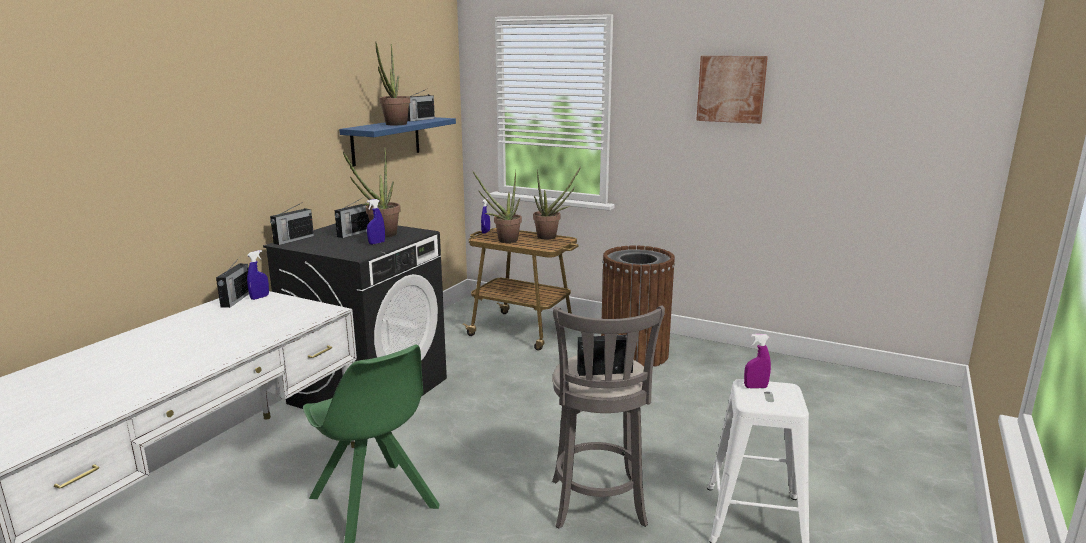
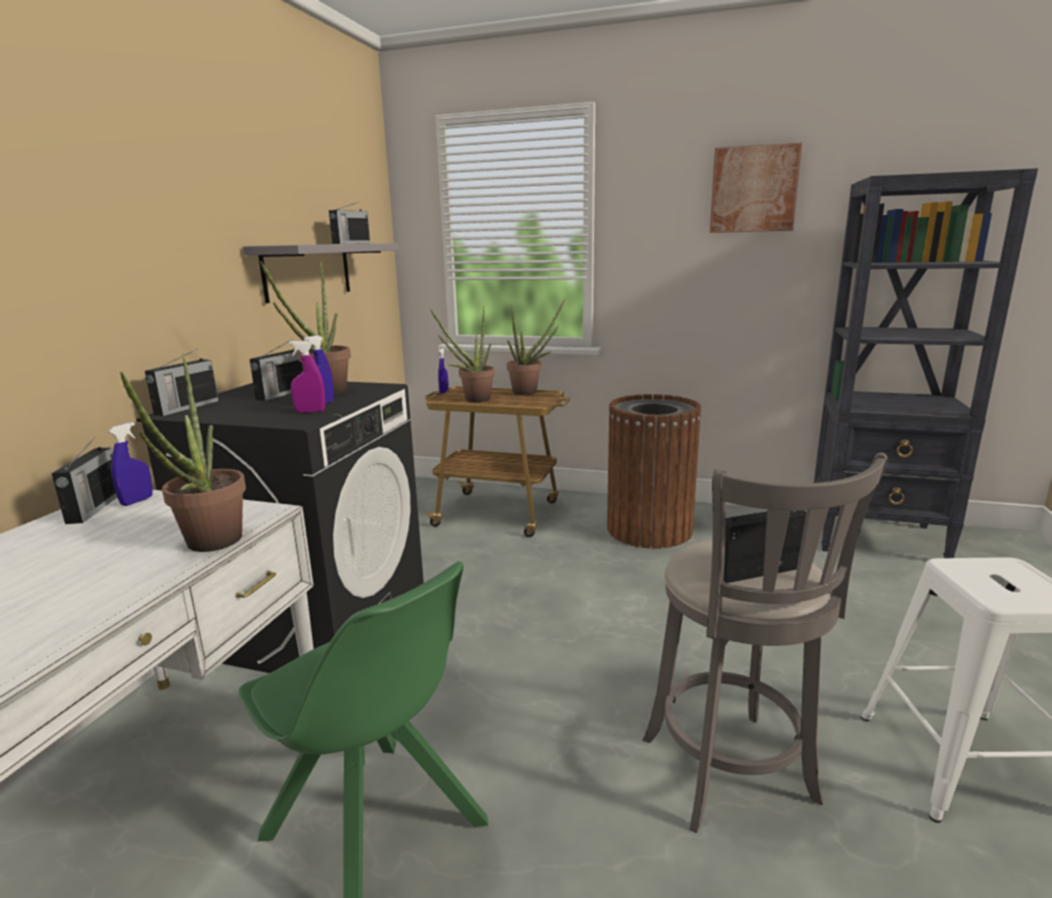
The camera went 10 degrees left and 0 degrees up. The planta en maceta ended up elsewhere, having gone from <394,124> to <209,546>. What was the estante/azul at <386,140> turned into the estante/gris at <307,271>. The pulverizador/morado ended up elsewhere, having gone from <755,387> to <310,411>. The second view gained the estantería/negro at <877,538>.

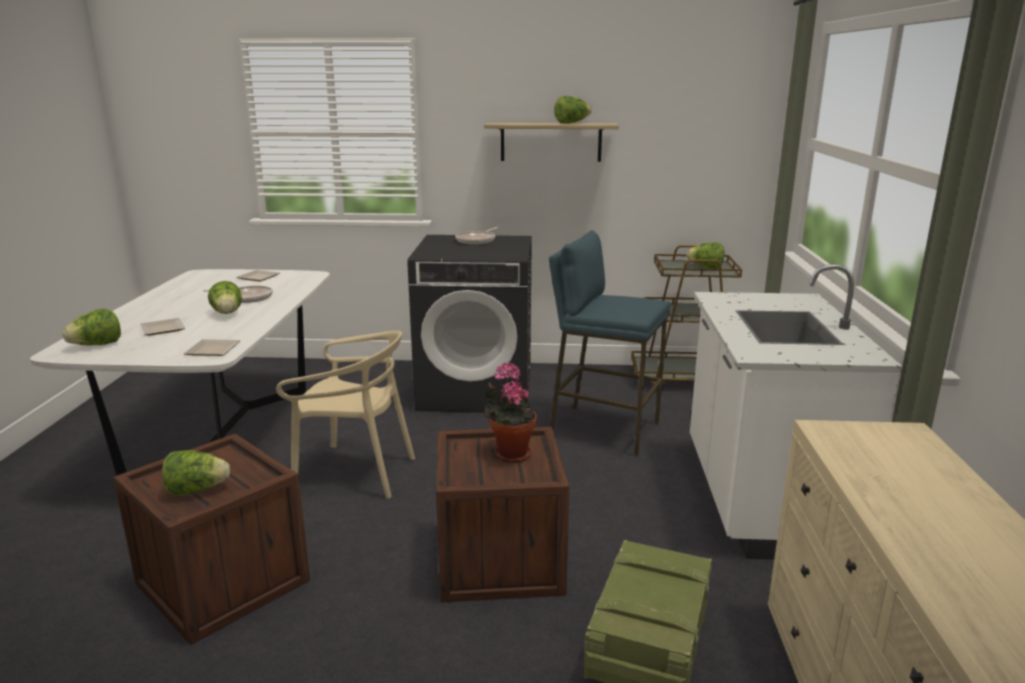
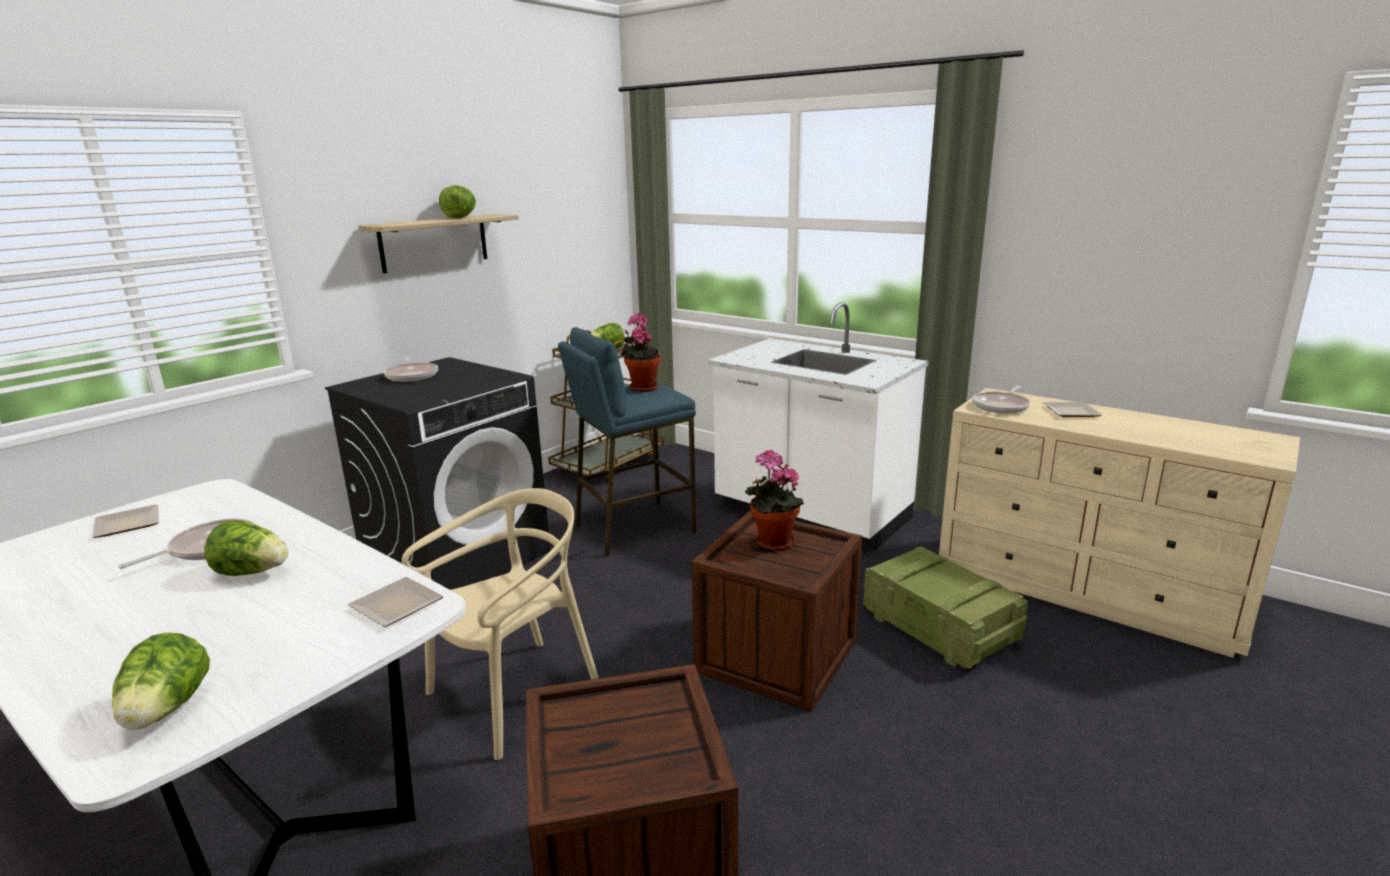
The camera went 55 degrees left and 0 degrees up. The second view gained the planta en maceta at <642,387>. The second view gained the sartén at <1001,406>. The plato ended up elsewhere, having gone from <164,328> to <1069,412>. The second view lost the lechuga at <197,490>.

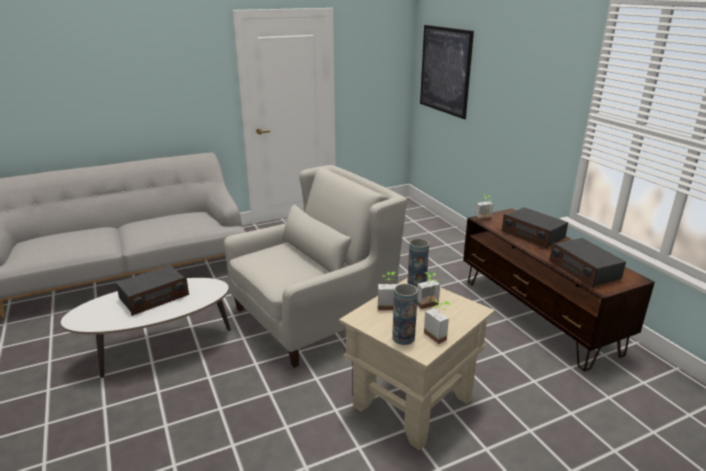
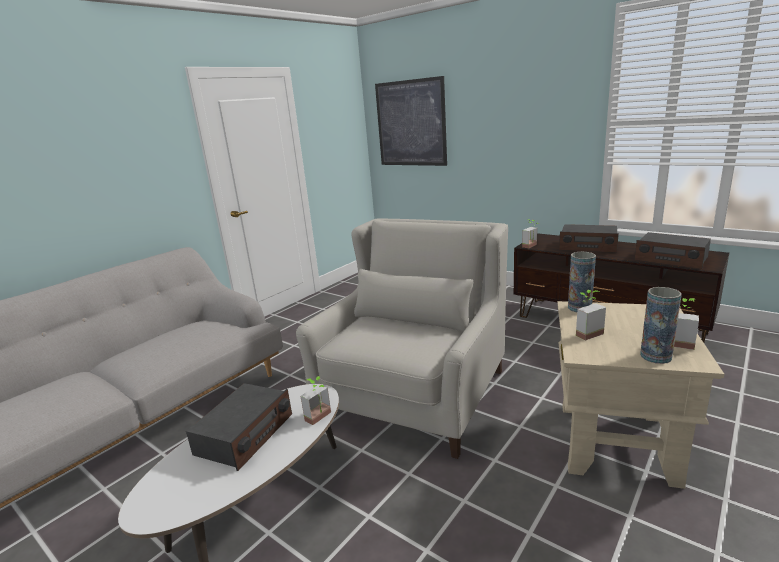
The camera went 25 degrees left and 5 degrees down. The planta en maceta ended up elsewhere, having gone from <429,306> to <321,418>.

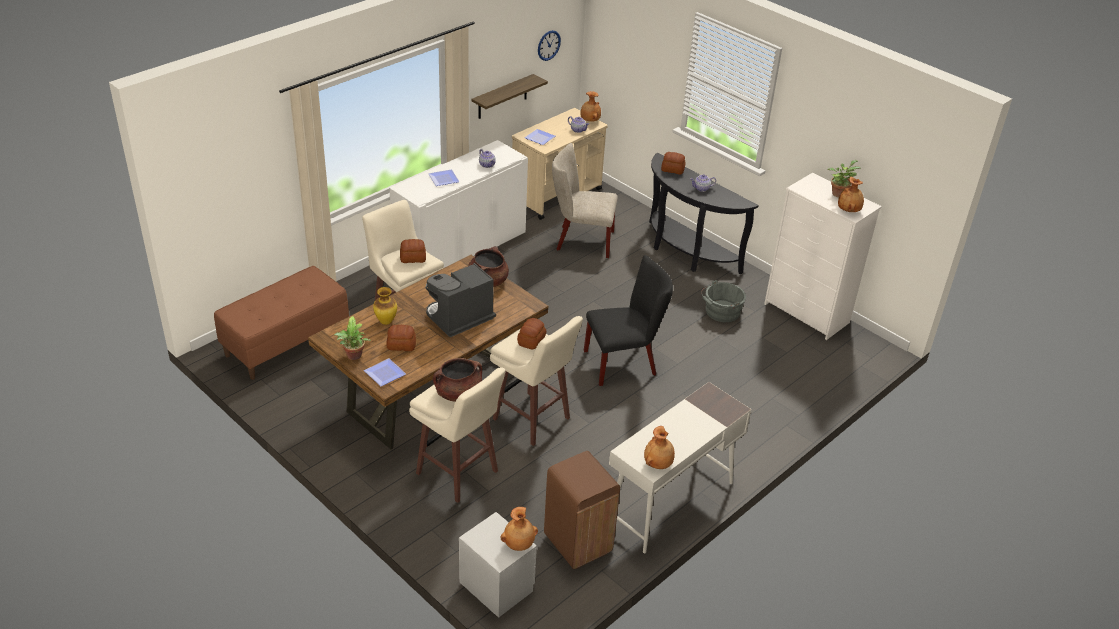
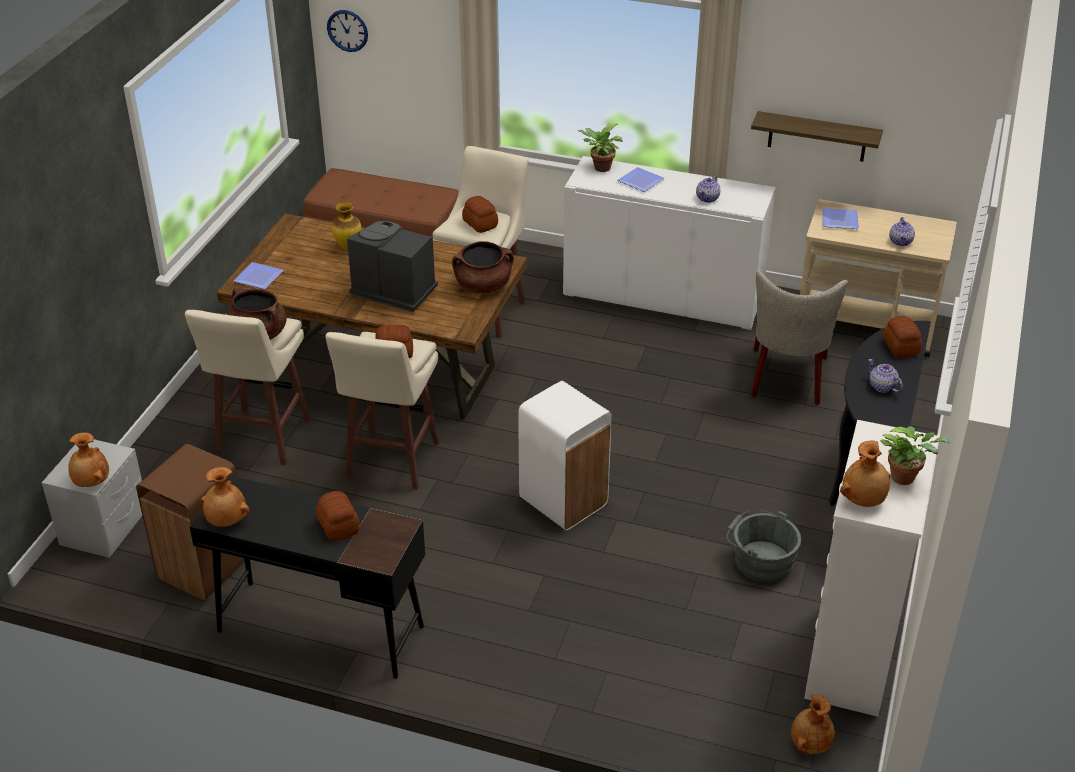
The camera went 65 degrees right and 0 degrees up. What was the escritorio/blanco at <670,503> turned into the escritorio/negro at <319,628>. The pan ended up elsewhere, having gone from <401,345> to <338,525>. The reloj de pared ended up elsewhere, having gone from <548,45> to <347,30>. Where the silla/negro stood at <624,362>, the papelera/blanco came to stand at <563,502>. The planta en maceta ended up elsewhere, having gone from <354,357> to <600,168>. The silla/beis at <581,240> ended up facing another way, 150 degrees counterclockwise from before. The florero/marrón ended up elsewhere, having gone from <589,121> to <809,743>.

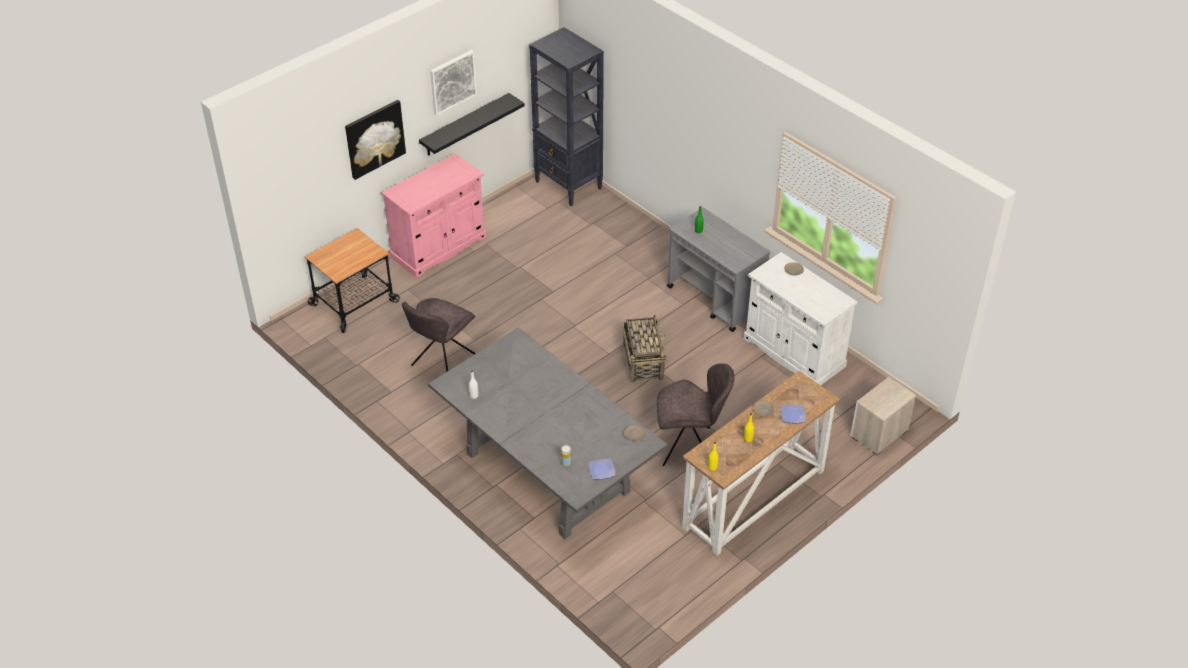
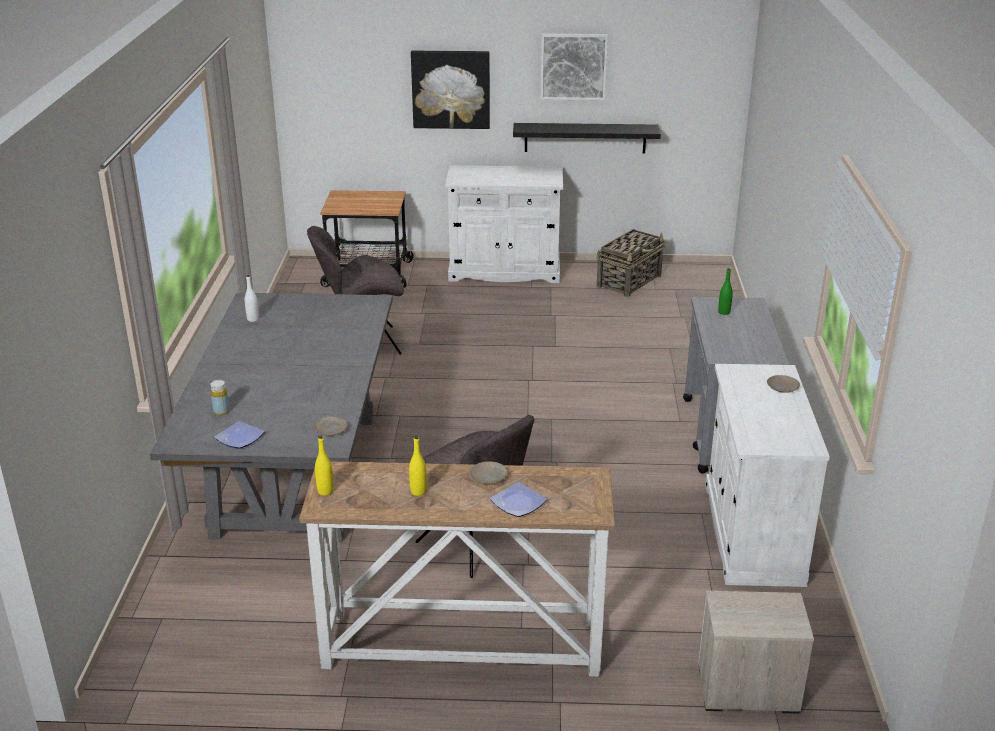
The camera went 45 degrees right and 15 degrees down. What was the armario/rosa at <438,247> turned into the armario/blanco at <504,271>. The cesta ended up elsewhere, having gone from <643,361> to <629,281>. The second view lost the estantería/negro at <568,185>.

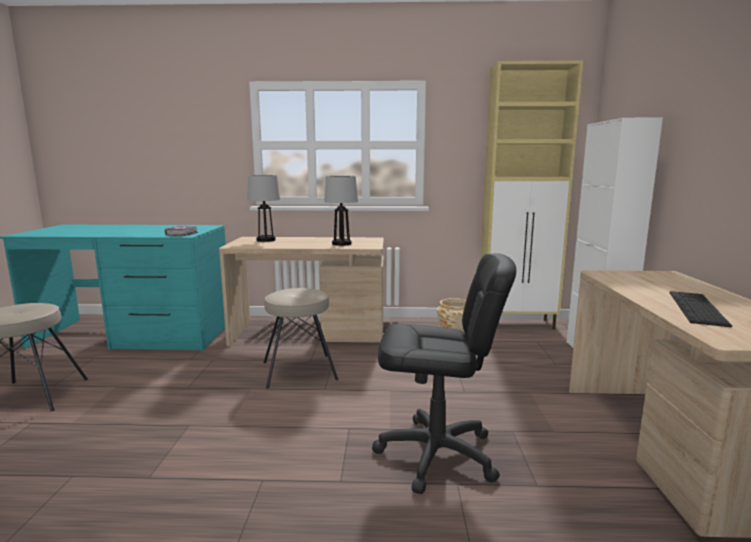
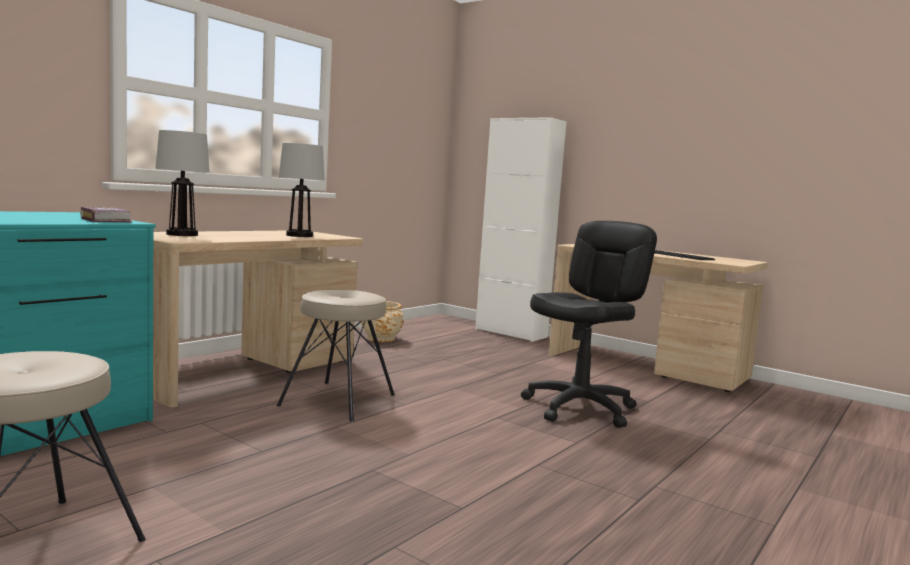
The camera went 55 degrees left and 5 degrees down. The second view lost the armario/beis at <517,324>.

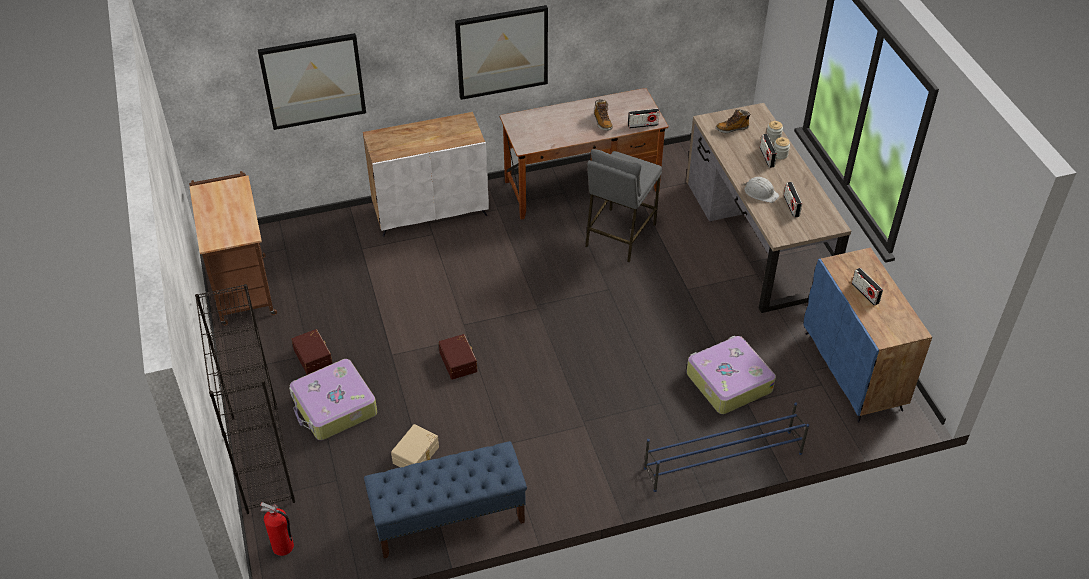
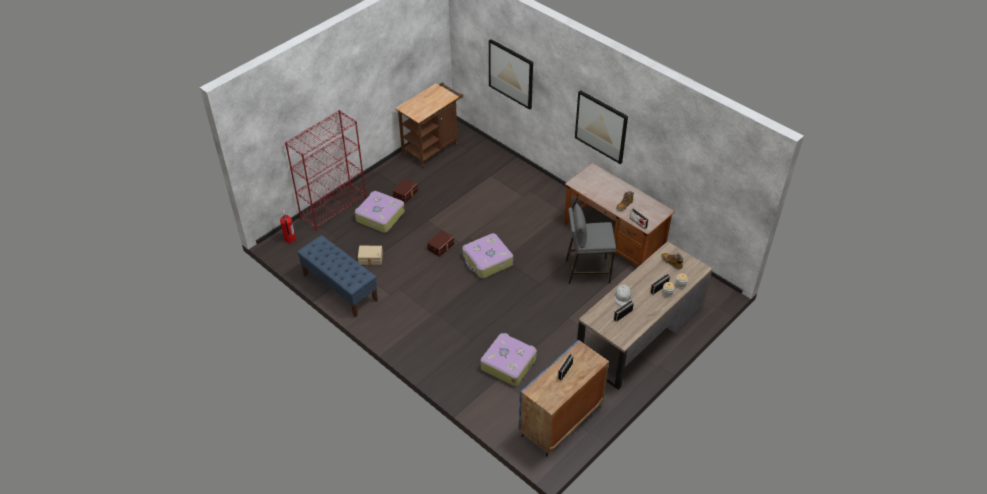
The camera went 60 degrees right and 0 degrees up. What was the estantería/negro at <262,458> turned into the estantería/rojo at <333,207>. The second view gained the maleta at <487,261>. The second view lost the armario/blanco at <431,211>. The second view lost the zapatero/azul at <722,460>.

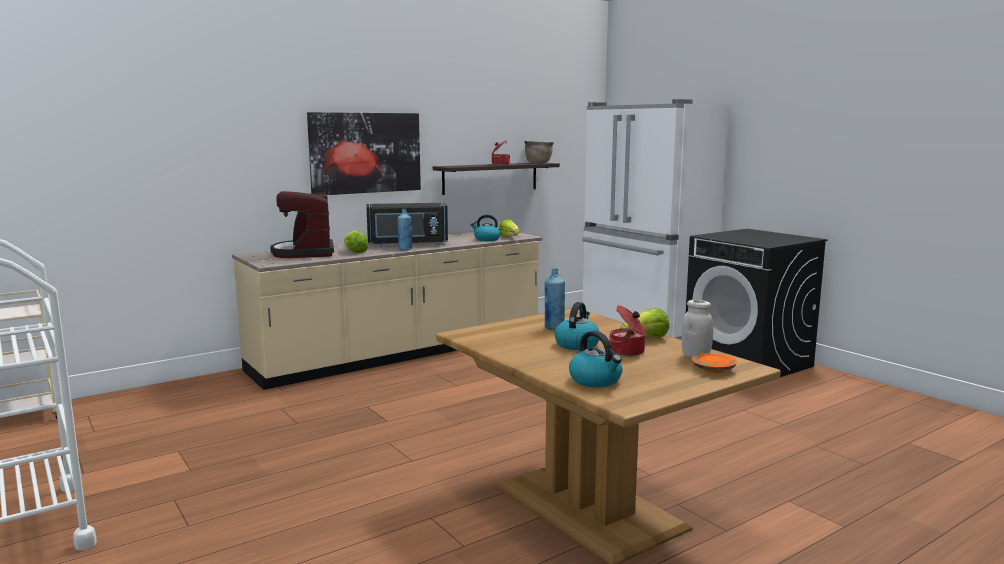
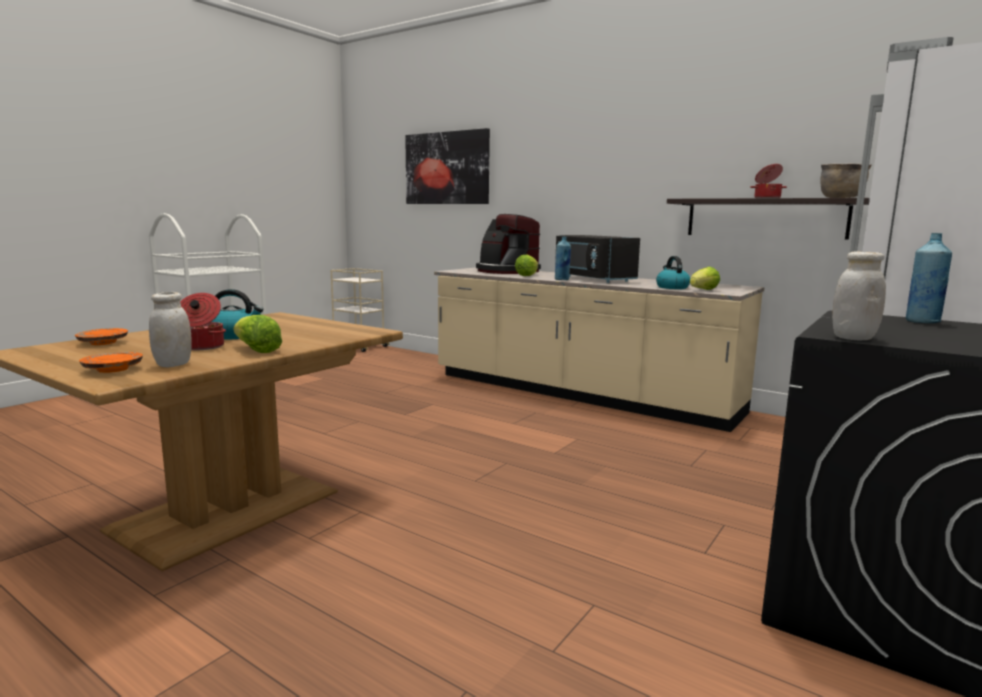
The camera went 70 degrees right and 0 degrees up. Where the hervidor stood at <596,380>, the plato/naranja came to stand at <103,343>. The cuadro ended up elsewhere, having gone from <365,153> to <447,168>. The cafetera at <305,253> ended up facing another way, 105 degrees counterclockwise from before. The second view gained the tarro/blanco at <853,338>. The botella/azul ended up elsewhere, having gone from <554,328> to <922,322>.

